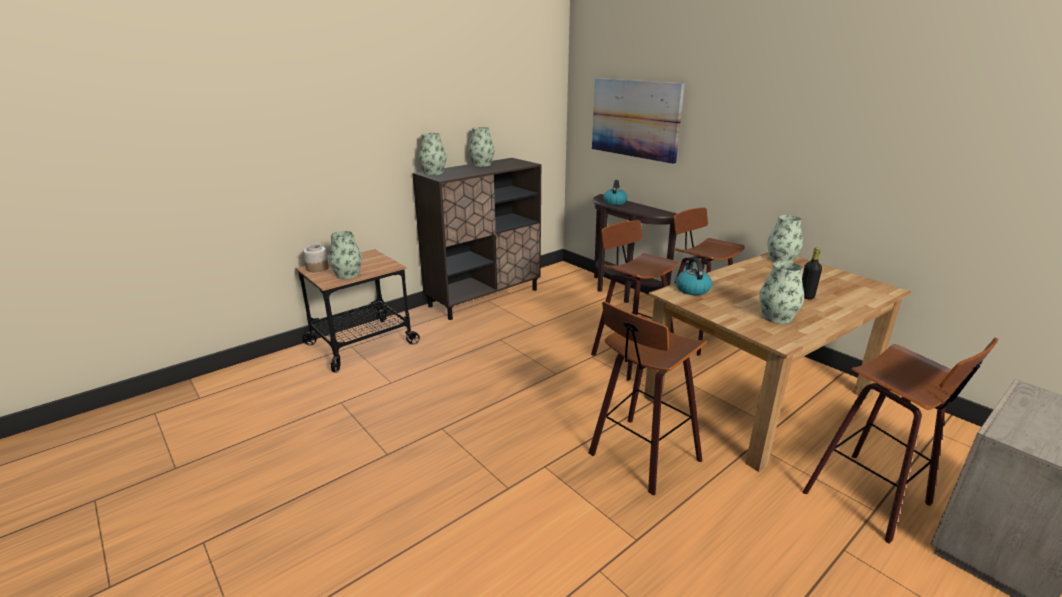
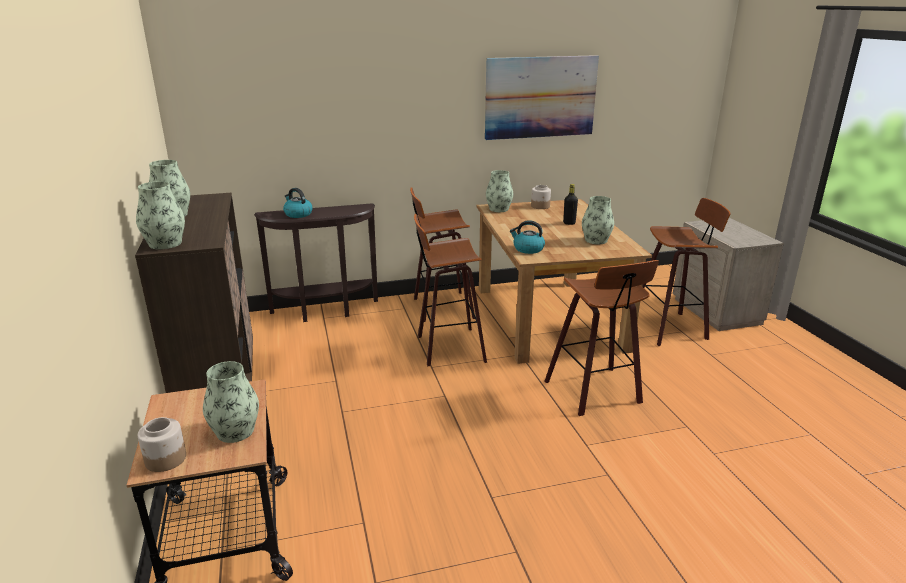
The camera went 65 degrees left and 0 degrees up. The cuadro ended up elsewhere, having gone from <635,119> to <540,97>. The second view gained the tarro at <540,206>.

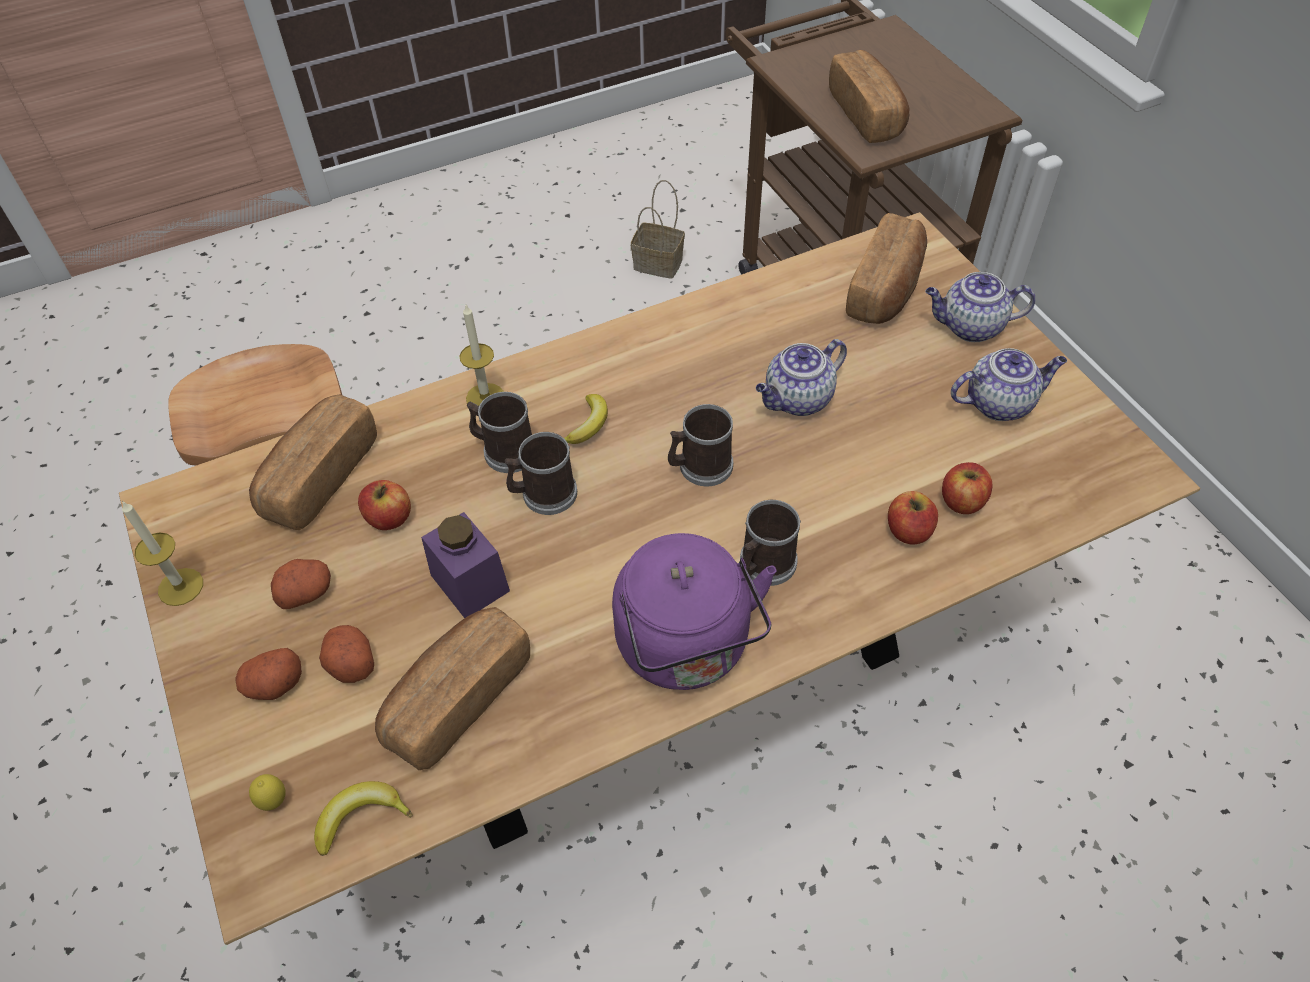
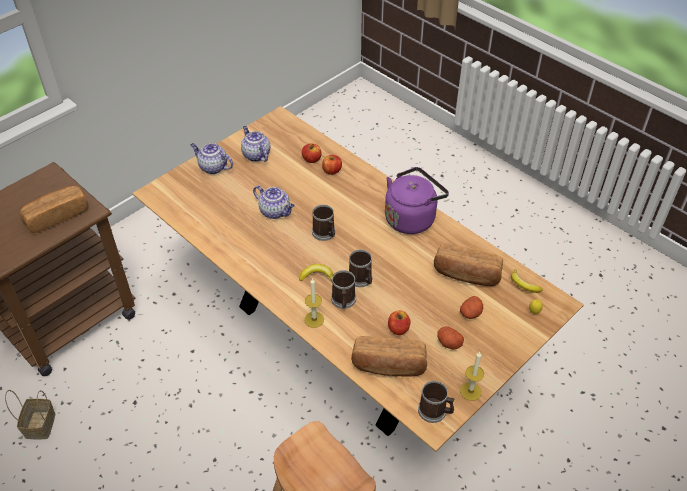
The camera went 110 degrees left and 5 degrees down. The tetera at <970,327> ended up facing another way, 135 degrees clockwise from before. The taza grande ended up elsewhere, having gone from <763,566> to <435,411>. The second view lost the patata at <274,684>. The second view lost the tarro/morado at <470,583>. The second view lost the pan at <886,289>.

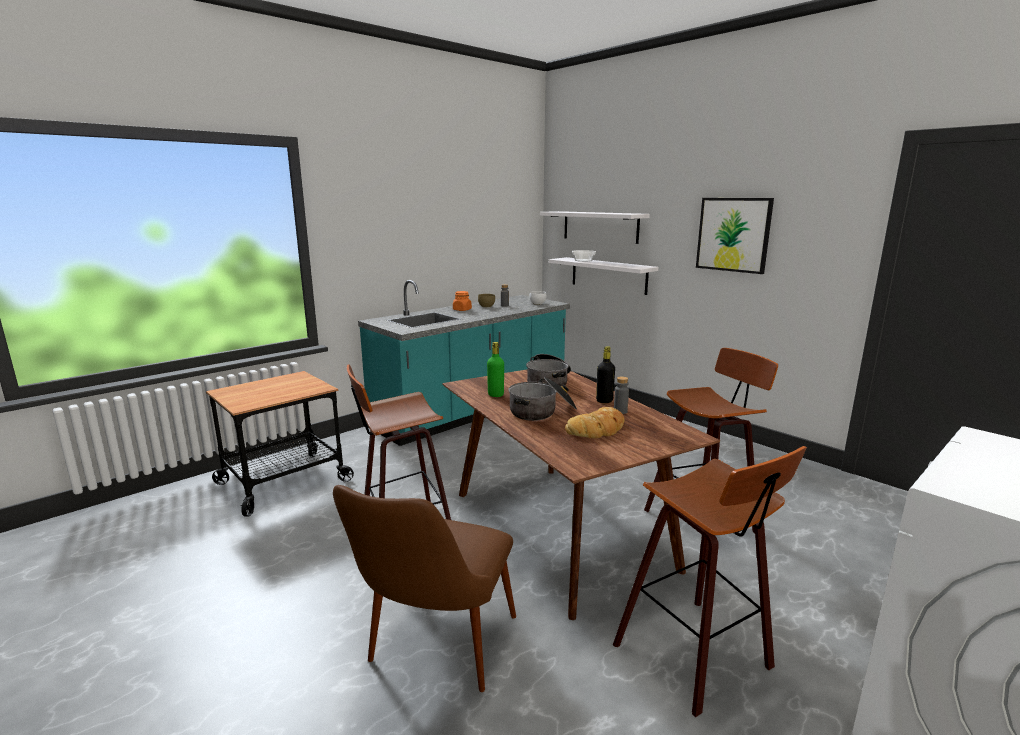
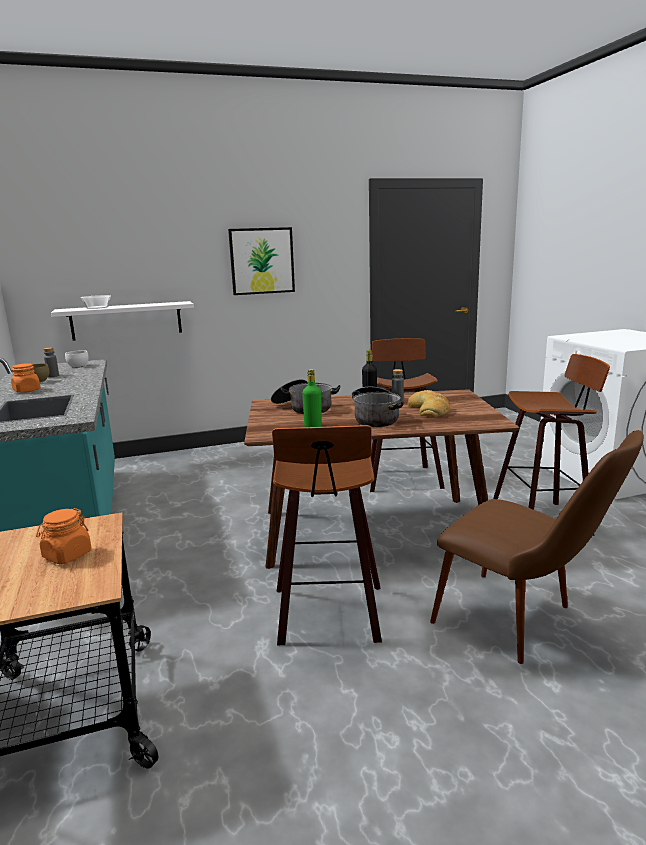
The camera went 65 degrees left and 0 degrees up. The second view gained the tarro/naranja at <67,555>. The second view lost the estante/blanco at <600,226>.

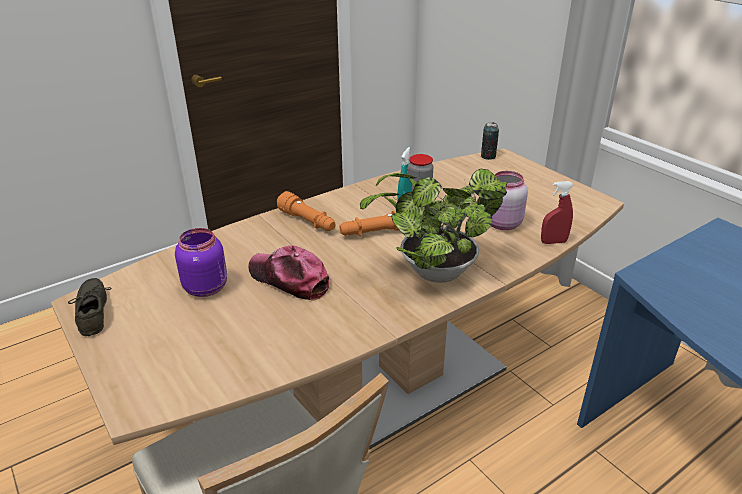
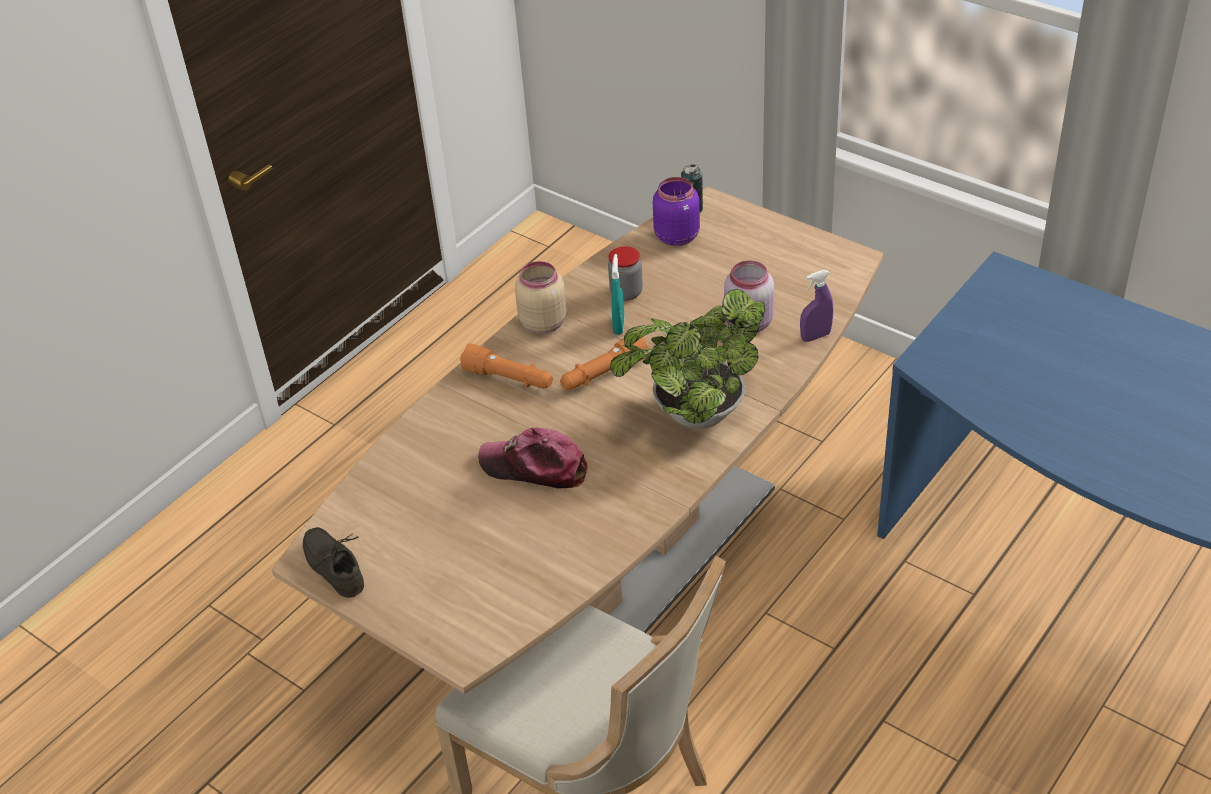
The camera went 15 degrees left and 10 degrees up. The second view gained the tarro/beis at <543,322>. The tarro/morado ended up elsewhere, having gone from <206,287> to <677,236>. What was the pulverizador/rojo at <553,242> turned into the pulverizador/morado at <815,336>.

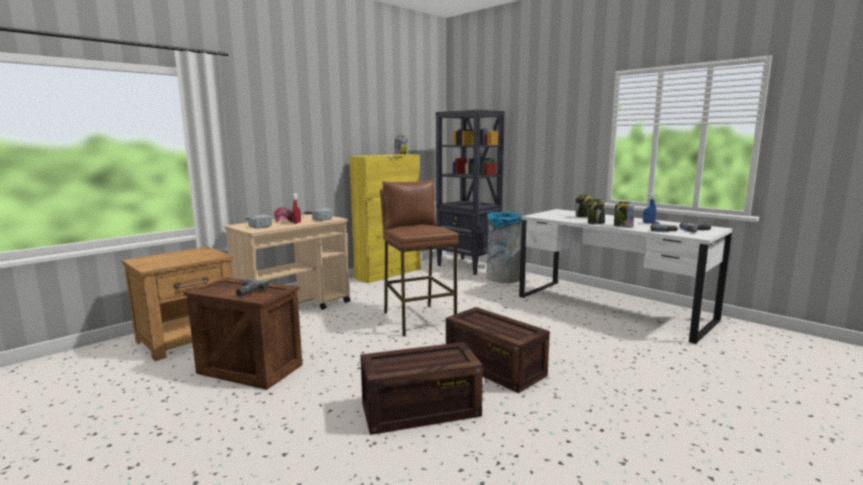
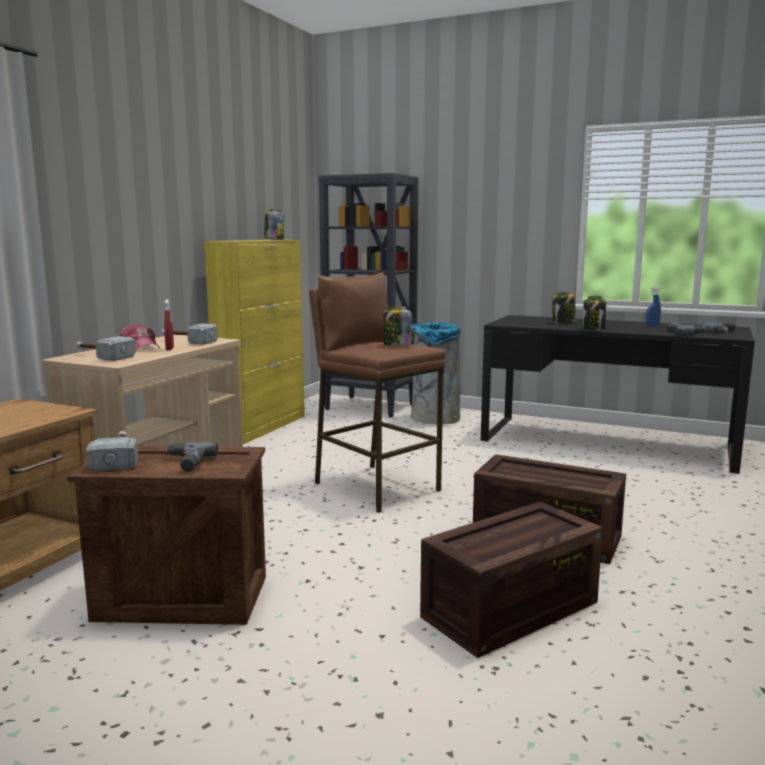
The camera went 20 degrees left and 0 degrees up. The second view gained the martillo at <117,458>. The tarro ended up elsewhere, having gone from <623,226> to <397,345>. What was the escritorio/blanco at <611,308> turned into the escritorio/negro at <607,442>.

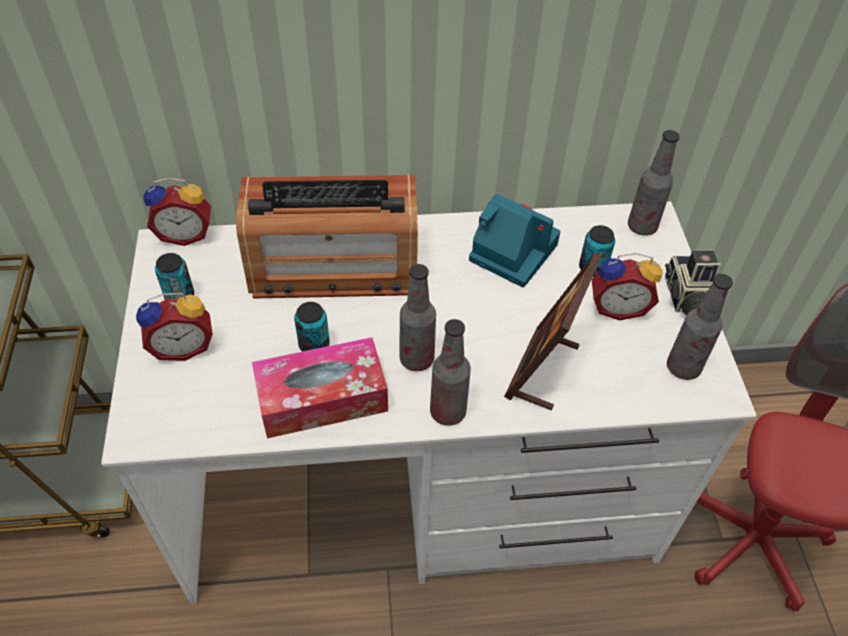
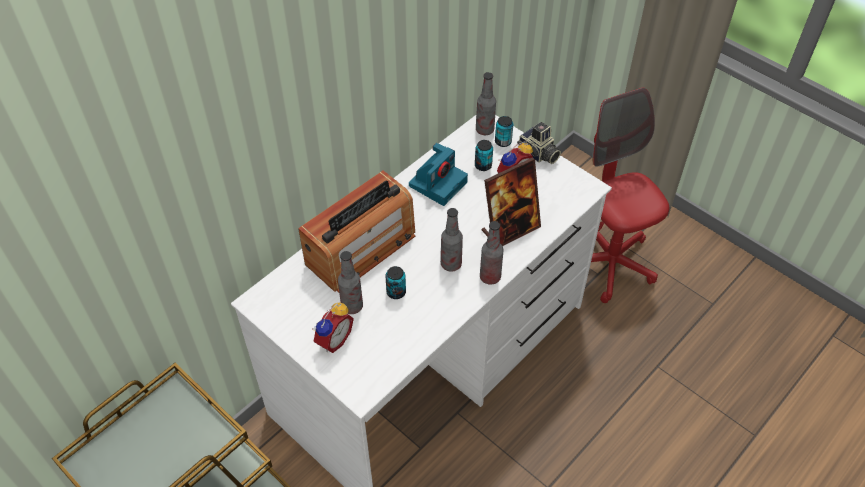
The camera went 40 degrees left and 0 degrees up. The botella ended up elsewhere, having gone from <683,367> to <352,306>. The cámara at <511,252> ended up facing another way, 135 degrees clockwise from before. The portarretratos at <542,370> ended up facing another way, 105 degrees counterclockwise from before. The lata ended up elsewhere, having gone from <179,296> to <503,142>. The second view lost the despertador at <185,234>. The second view lost the caja de pañuelos at <322,398>.

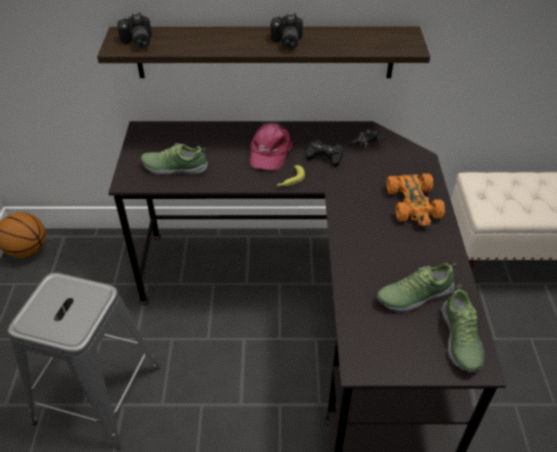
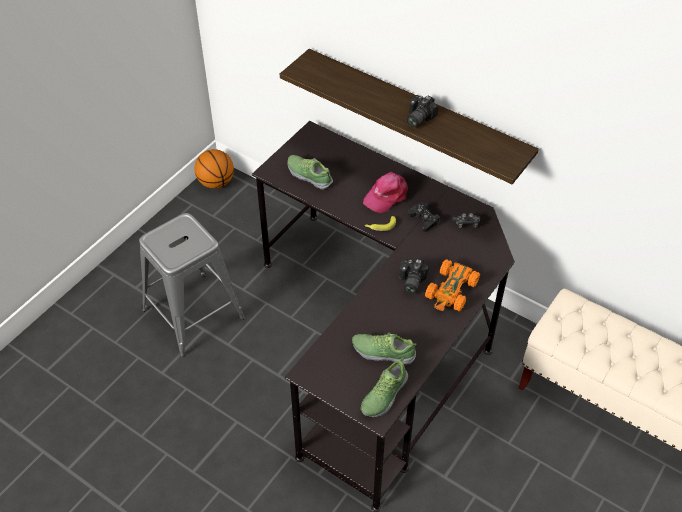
The camera went 35 degrees right and 5 degrees up. The cámara ended up elsewhere, having gone from <137,42> to <410,281>.

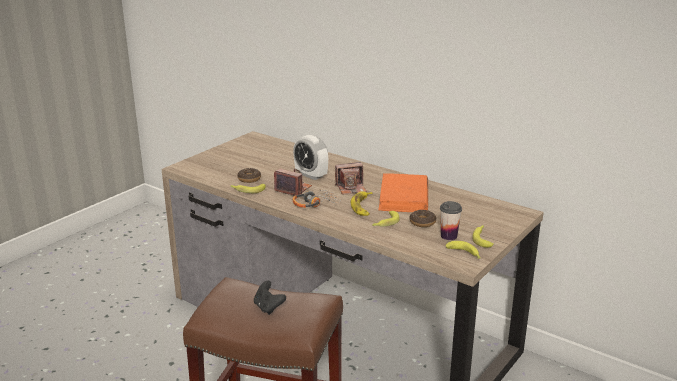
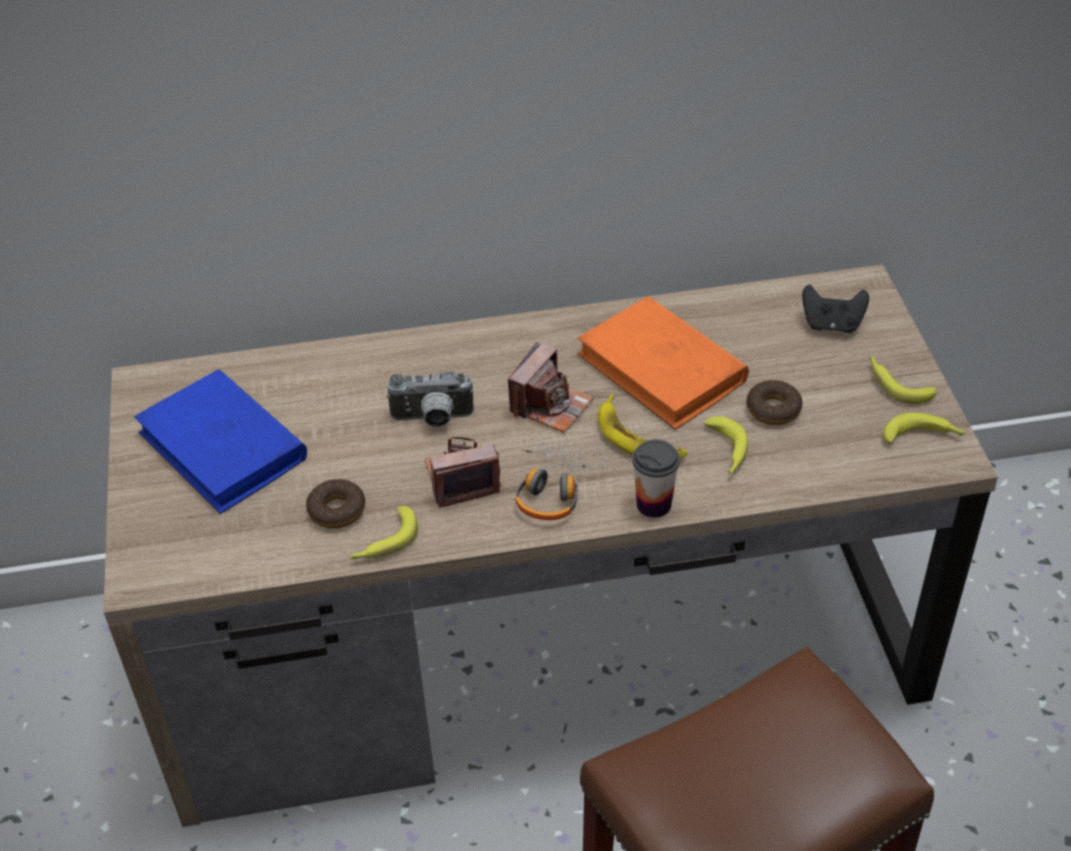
The camera went 45 degrees left and 20 degrees up. The second view gained the libro/azul at <223,446>. Where the despertador stood at <311,175>, the cámara came to stand at <432,420>. The taza ended up elsewhere, having gone from <449,236> to <654,504>. The mando de consola/negro ended up elsewhere, having gone from <268,307> to <831,325>.

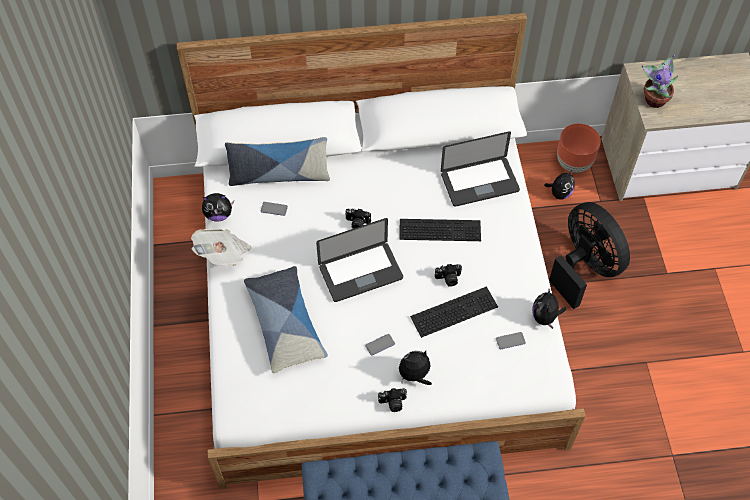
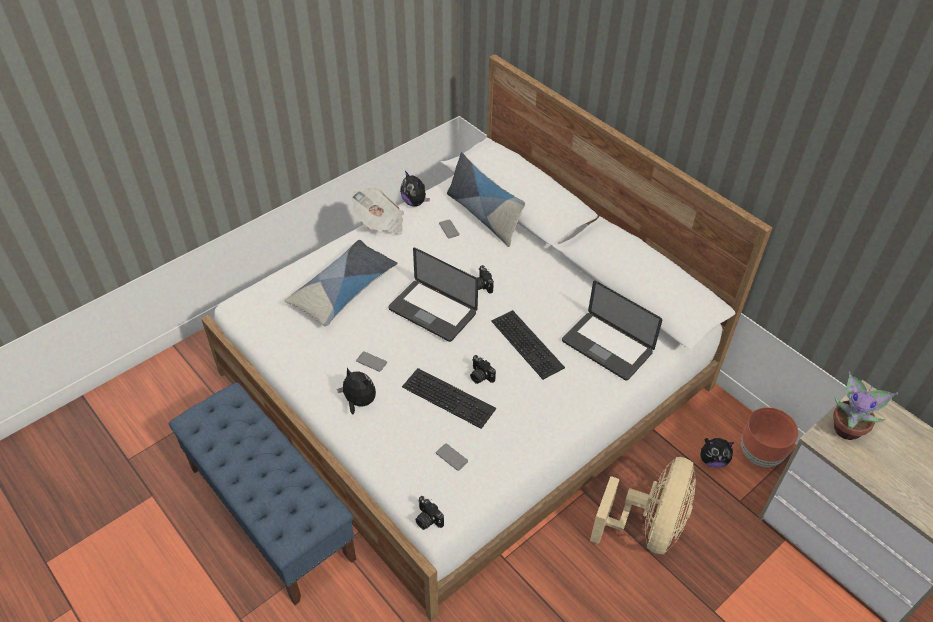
The camera went 55 degrees right and 10 degrees down. The cámara ended up elsewhere, having gone from <393,403> to <427,519>. What was the ventilador/negro at <584,267> turned into the ventilador/beis at <648,527>. The second view lost the peluche at <545,317>.

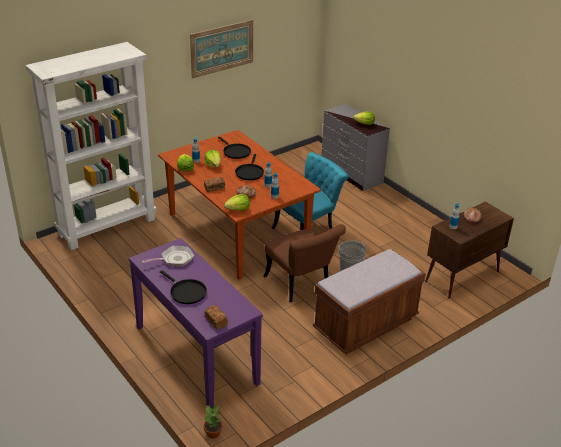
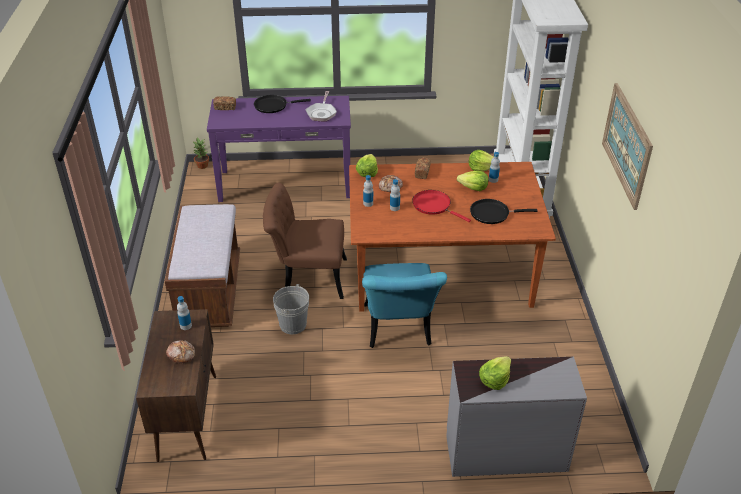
The camera went 125 degrees right and 5 degrees up. What was the sartén/negro at <249,172> turned into the sartén/rojo at <434,206>.

